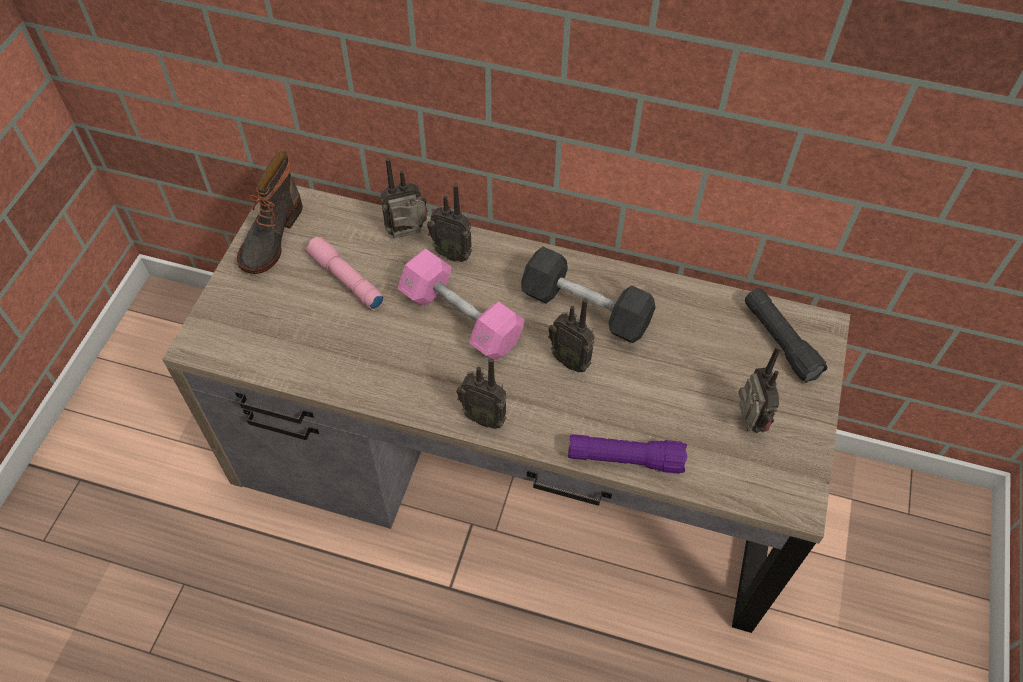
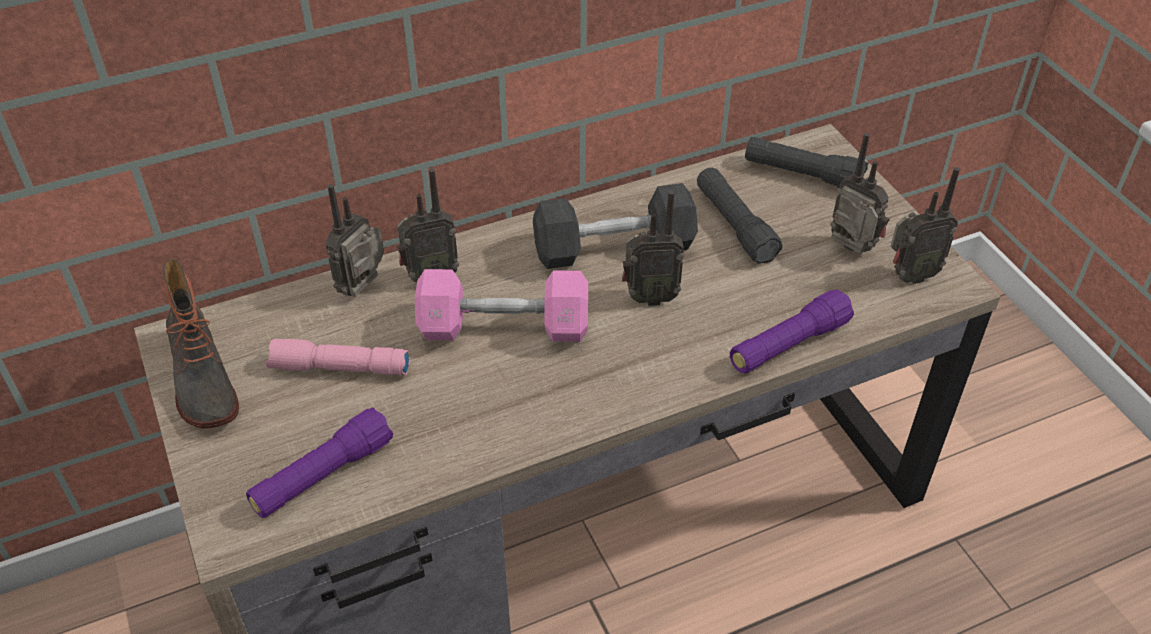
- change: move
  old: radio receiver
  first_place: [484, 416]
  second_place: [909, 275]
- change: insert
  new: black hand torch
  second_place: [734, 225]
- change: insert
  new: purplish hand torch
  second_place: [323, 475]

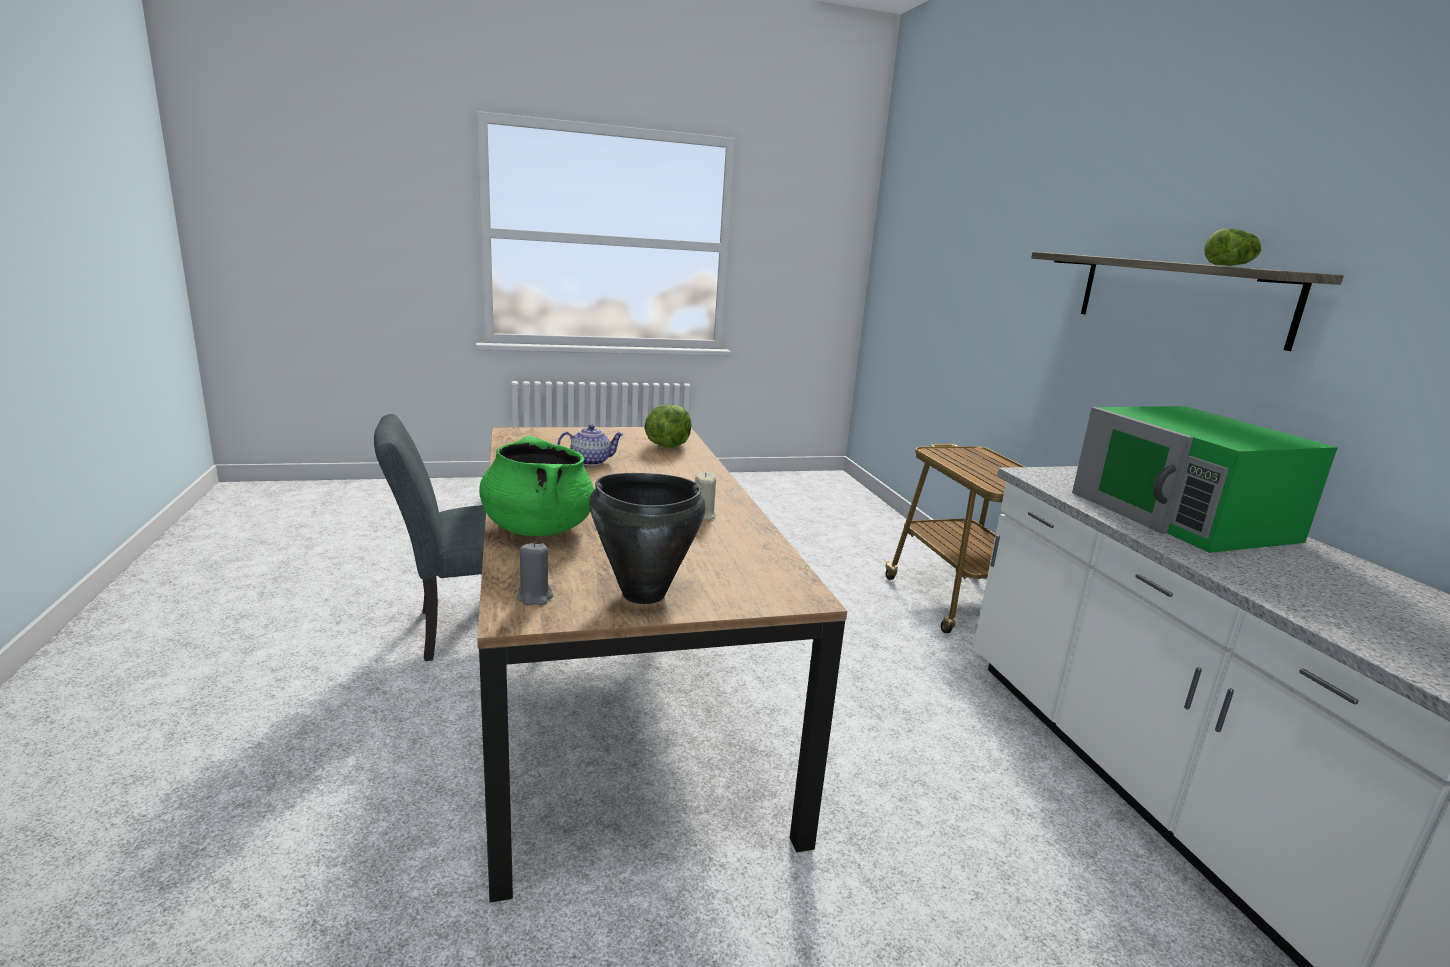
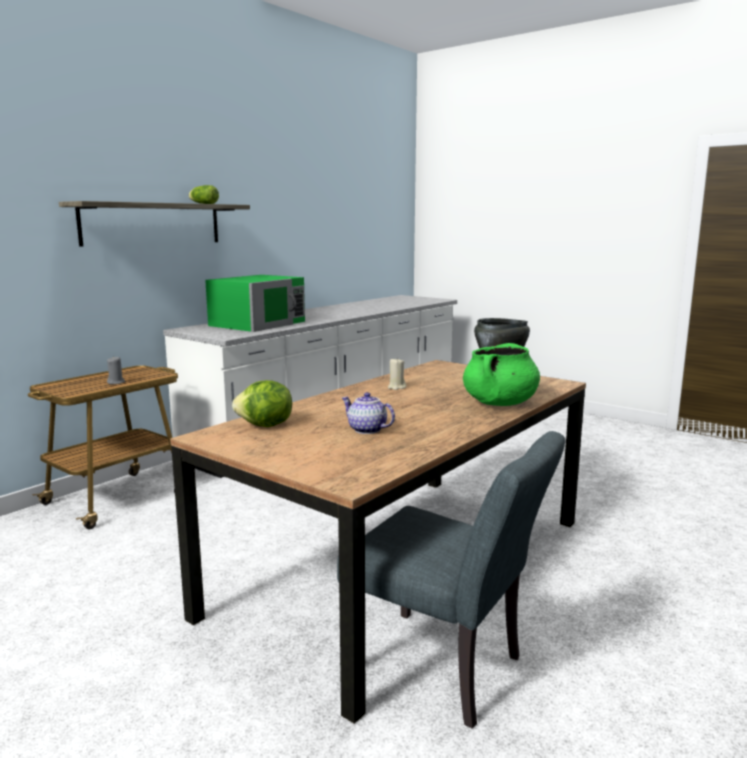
- change: move
  old: grey candle
  first_place: [535, 597]
  second_place: [116, 382]

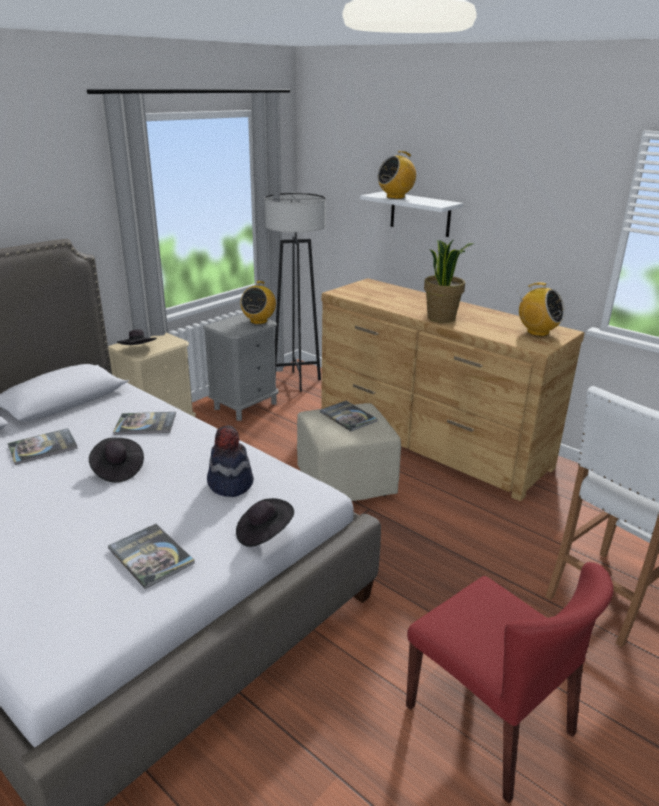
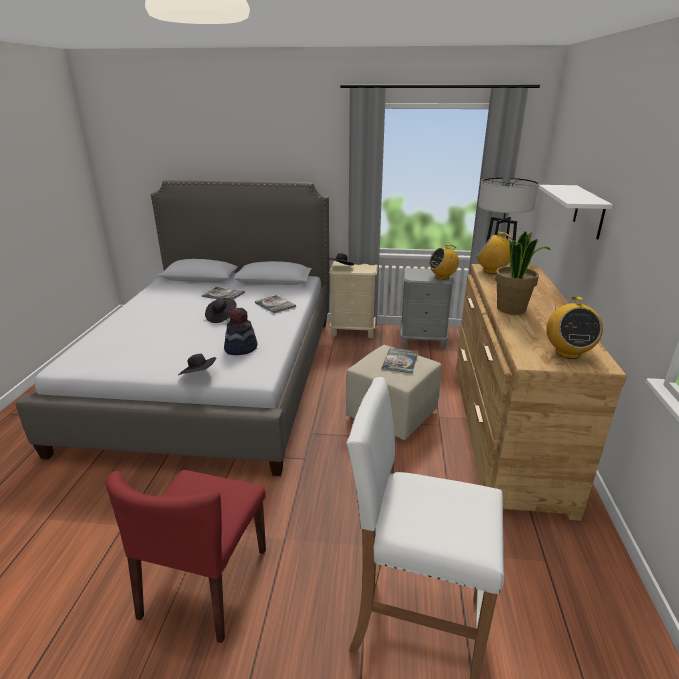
- change: move
  old: radio receiver
  first_place: [395, 197]
  second_place: [492, 271]
- change: delete
  old: bound book
  first_place: [151, 556]

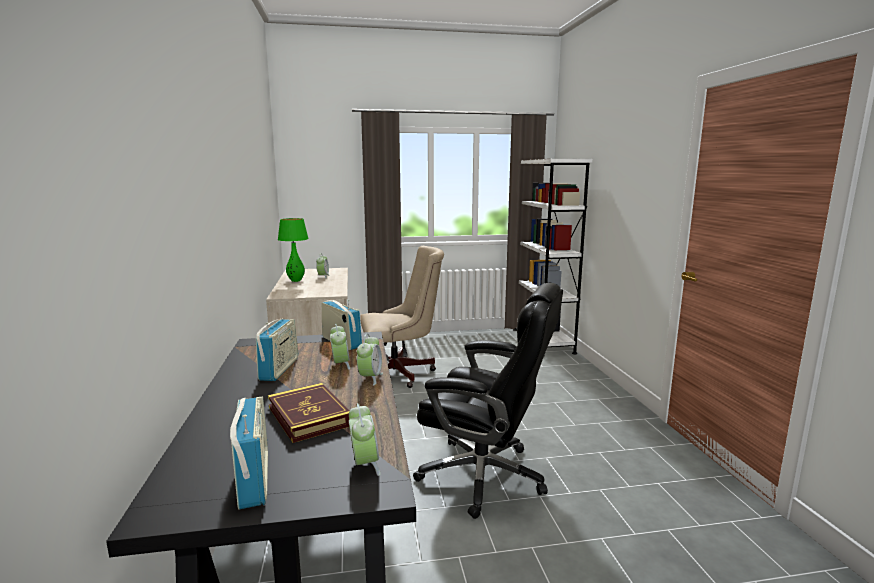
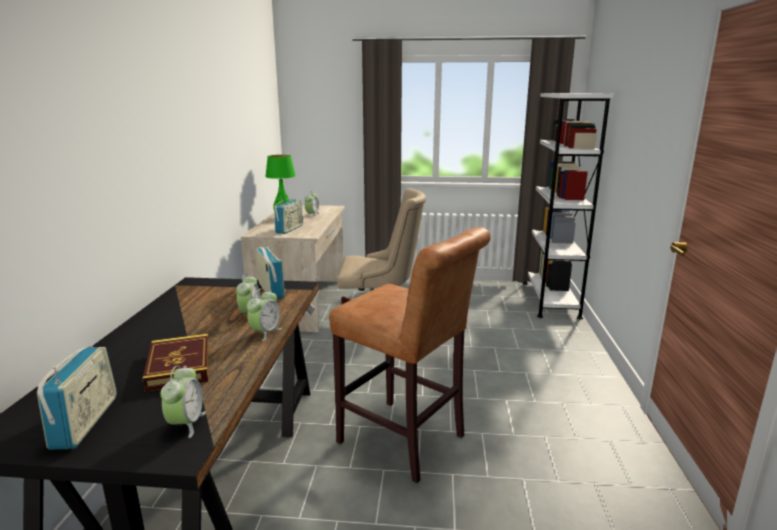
- change: replace
  old: black desk chair
  new: brown-coloured stool
  first_place: [485, 476]
  second_place: [406, 442]
- change: move
  old: radio receiver
  first_place: [279, 369]
  second_place: [289, 229]

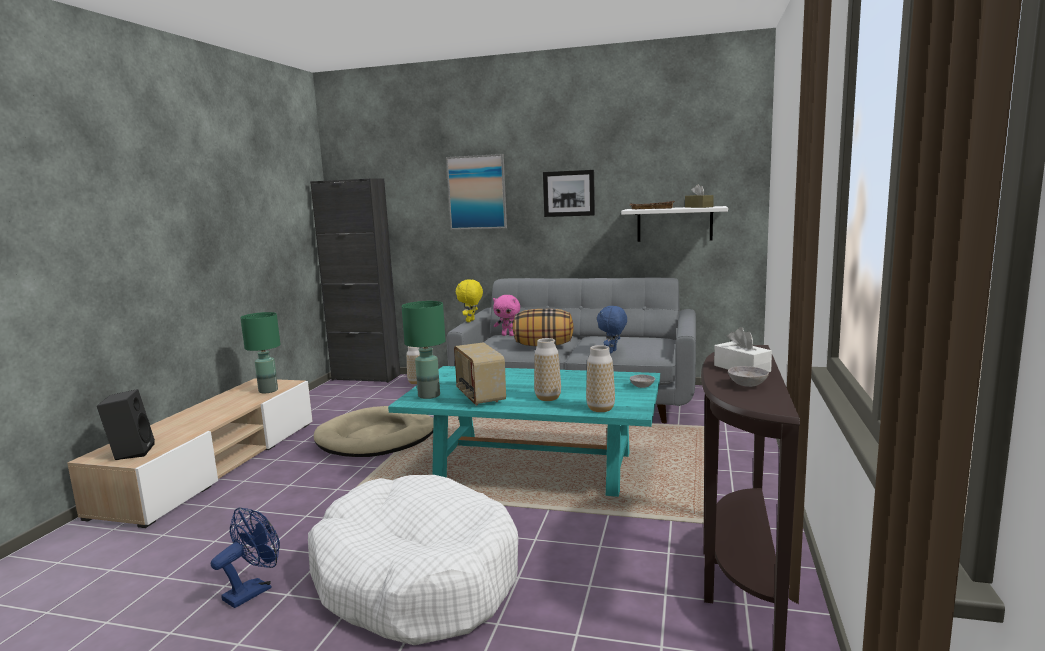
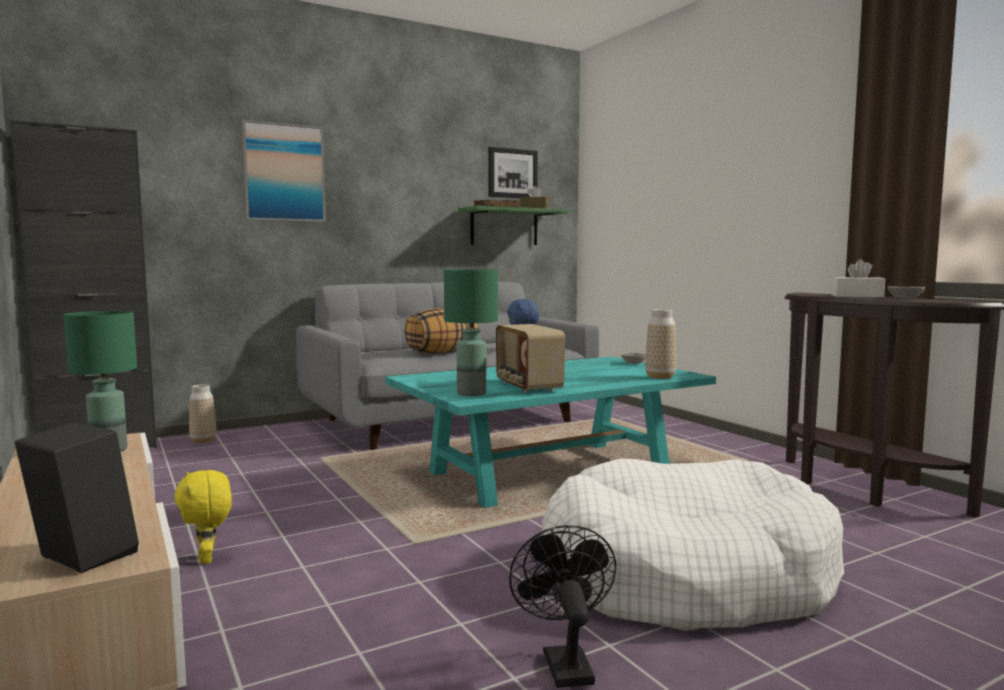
- change: move
  old: wall art
  first_place: [569, 193]
  second_place: [512, 173]
- change: recolor
  old: whitish wall shelf
  new: greenish wall shelf
  first_place: [674, 224]
  second_place: [504, 227]
- change: move
  old: yellowish cuddly toy
  first_place: [471, 321]
  second_place: [208, 559]
- change: delete
  old: pinkish cuddly toy
  first_place: [508, 335]
- change: delete
  old: flower vase
  first_place: [548, 398]
- change: rotate
  old: radio receiver
  first_place: [479, 396]
  second_place: [527, 386]
  degrees: 45
- change: delete
  old: sand-coloured pet bed
  first_place: [377, 437]
- change: recolor
  old: bluish electric fan
  new: black electric fan
  first_place: [253, 590]
  second_place: [564, 662]

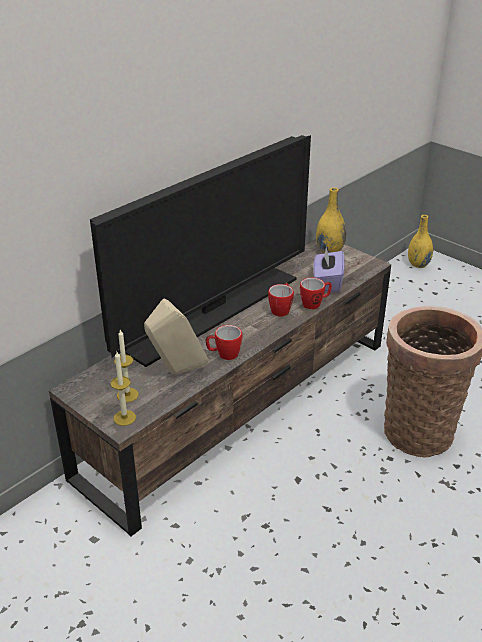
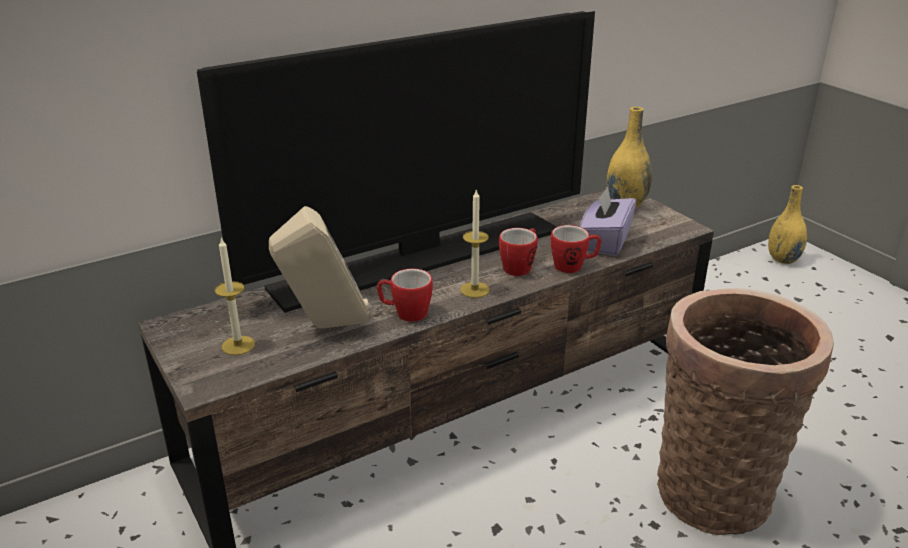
- change: move
  old: candle
  first_place: [124, 418]
  second_place: [474, 290]

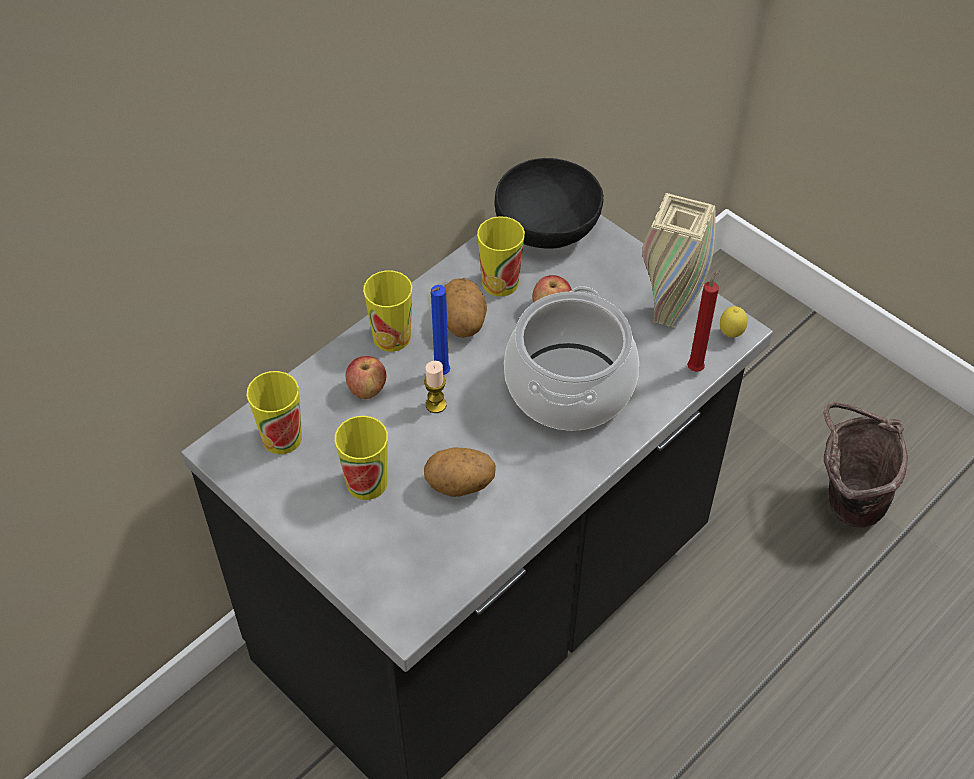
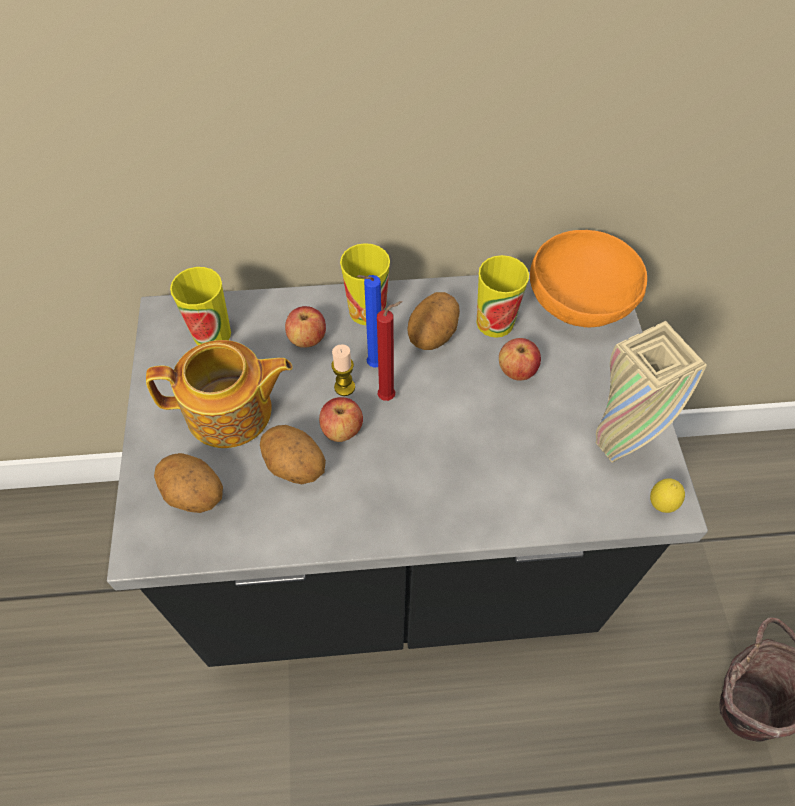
- change: recolor
  old: black bowl
  new: orange-coloured bowl
  first_place: [548, 226]
  second_place: [581, 301]
- change: move
  old: red candle
  first_place: [696, 367]
  second_place: [389, 396]
- change: delete
  old: stockpot
  first_place: [568, 386]
- change: replace
  old: drinking cup
  new: pot for tea
  first_place: [367, 482]
  second_place: [231, 412]
- change: insert
  new: whole apple
  second_place: [342, 430]
- change: insert
  new: whole potato
  second_place: [193, 495]

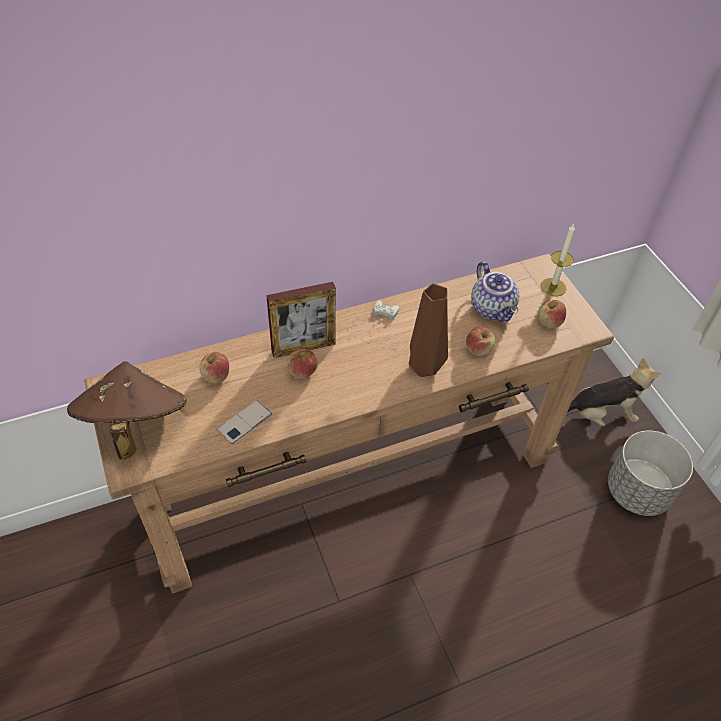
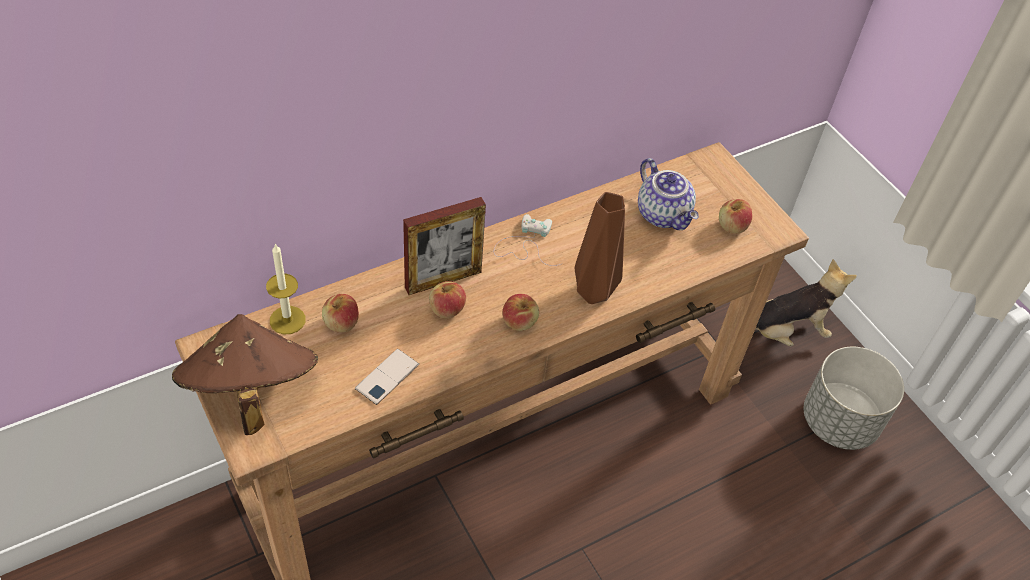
- change: move
  old: candle
  first_place: [553, 287]
  second_place: [287, 320]
- change: move
  old: whole apple
  first_place: [478, 349]
  second_place: [519, 321]

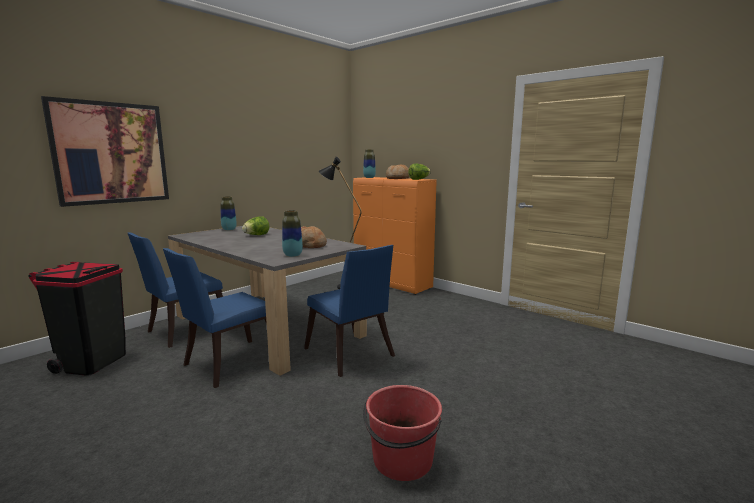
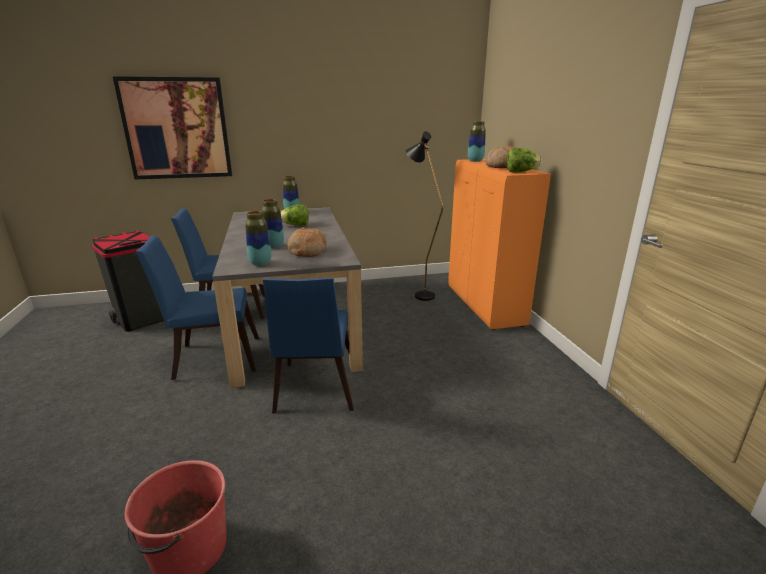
- change: insert
  new: flower vase
  second_place: [274, 246]

